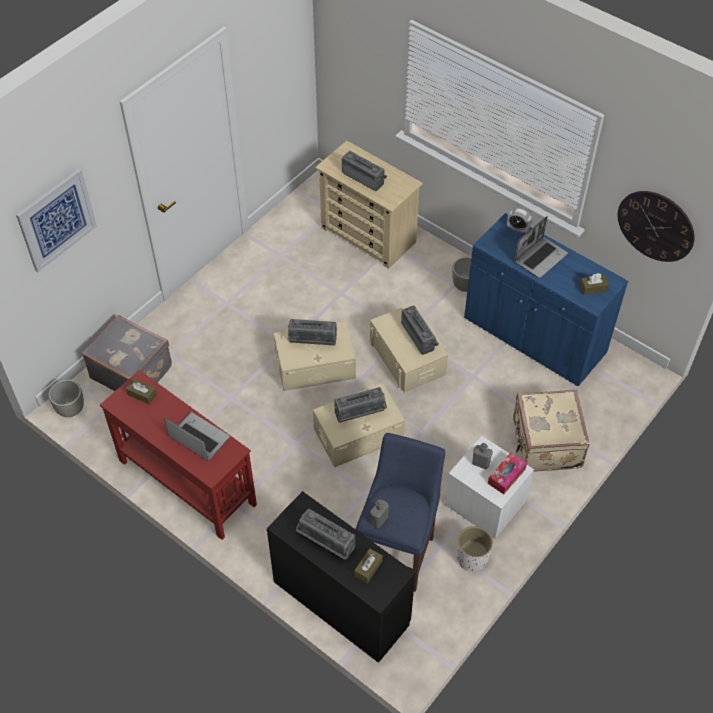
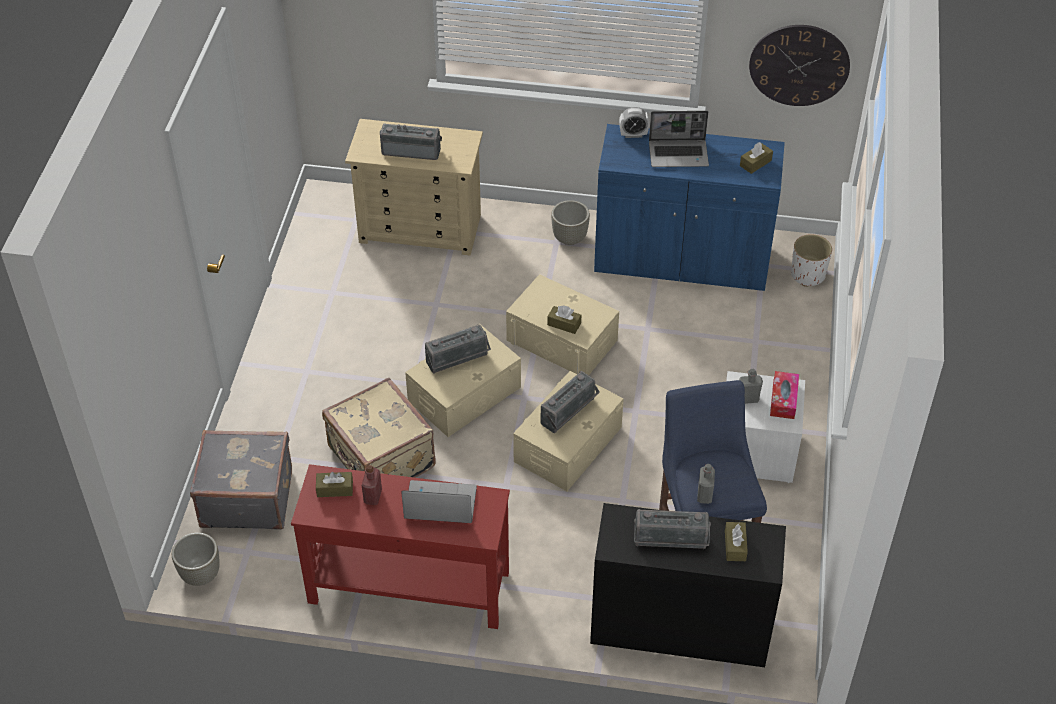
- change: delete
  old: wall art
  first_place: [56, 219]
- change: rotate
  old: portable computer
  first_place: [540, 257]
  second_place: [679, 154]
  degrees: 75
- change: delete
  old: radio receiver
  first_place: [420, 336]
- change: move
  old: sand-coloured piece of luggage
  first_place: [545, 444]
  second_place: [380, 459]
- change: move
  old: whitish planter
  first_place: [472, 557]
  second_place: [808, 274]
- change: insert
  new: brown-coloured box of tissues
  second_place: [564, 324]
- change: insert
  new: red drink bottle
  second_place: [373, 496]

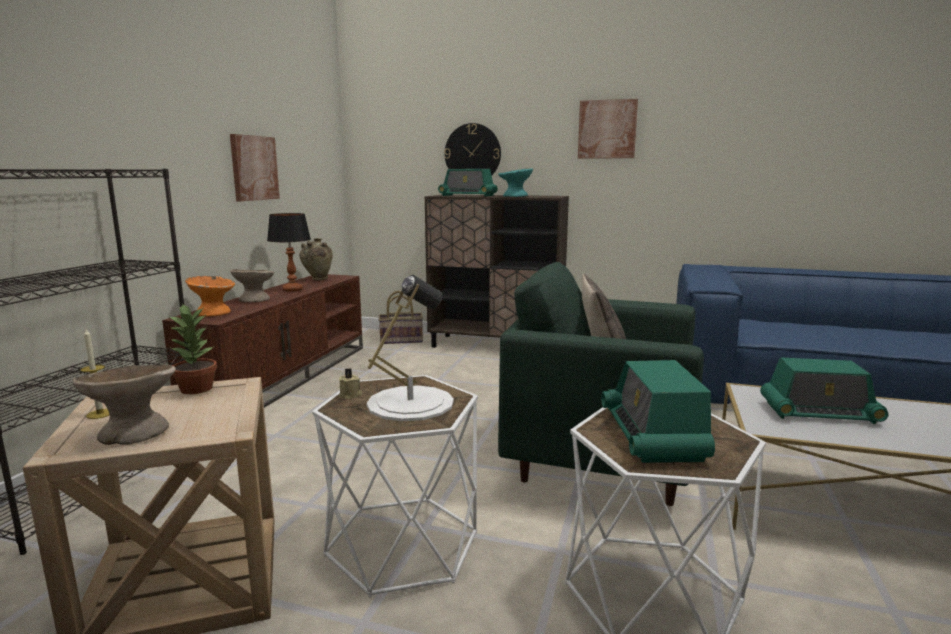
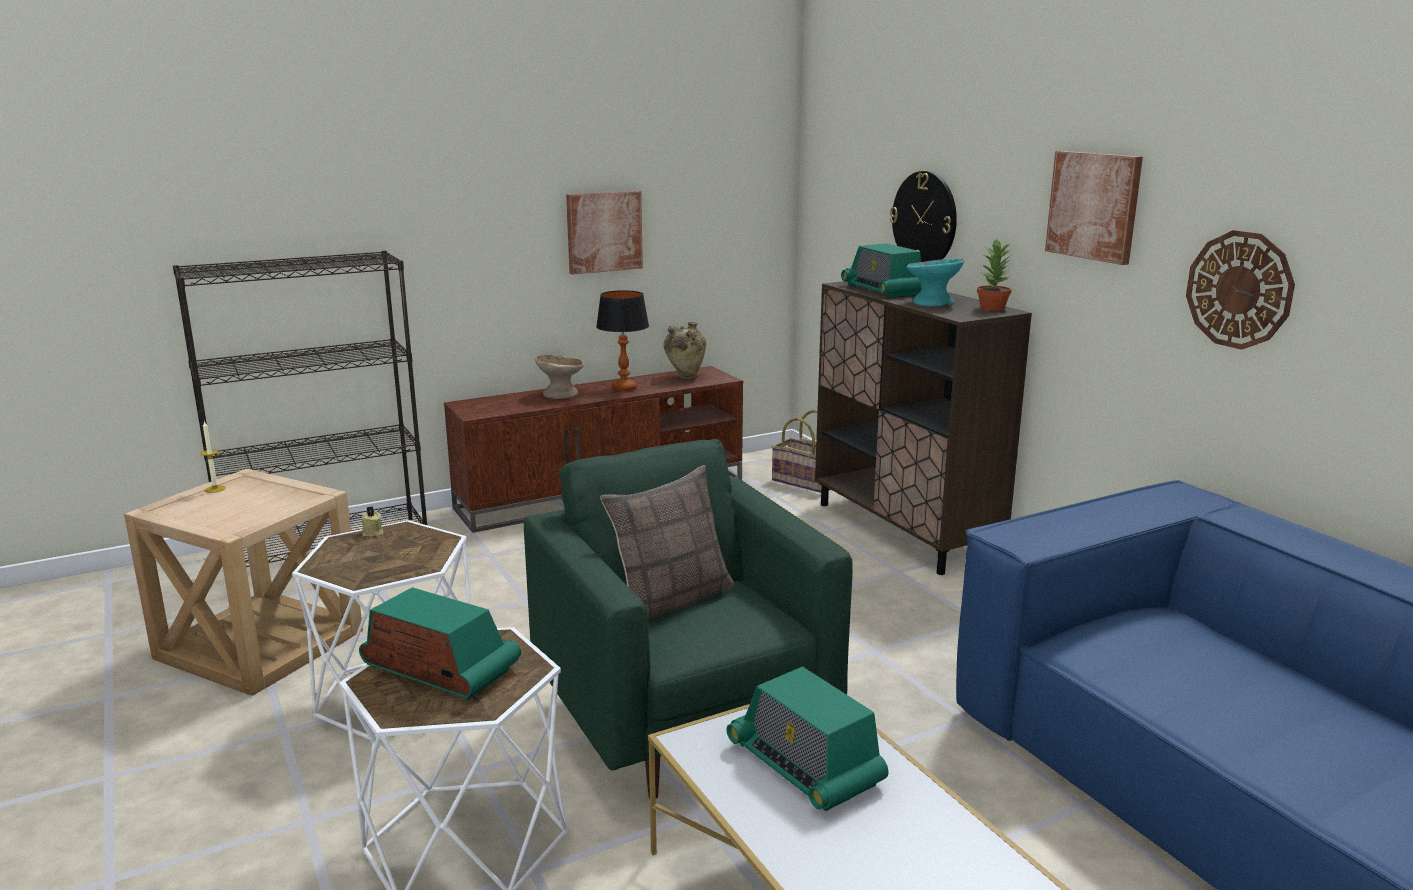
- change: delete
  old: whitish lamp for a table
  first_place: [410, 403]
- change: delete
  old: orange-coloured bowl
  first_place: [213, 313]
- change: move
  old: plant in a pot
  first_place: [197, 388]
  second_place: [993, 308]
- change: rotate
  old: radio receiver
  first_place: [652, 435]
  second_place: [440, 669]
  degrees: 75
- change: delete
  old: sand-coloured bowl
  first_place: [134, 432]
- change: insert
  new: hanging clock
  second_place: [1239, 289]

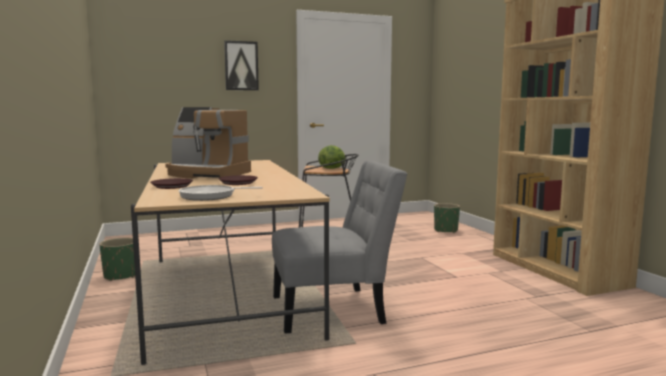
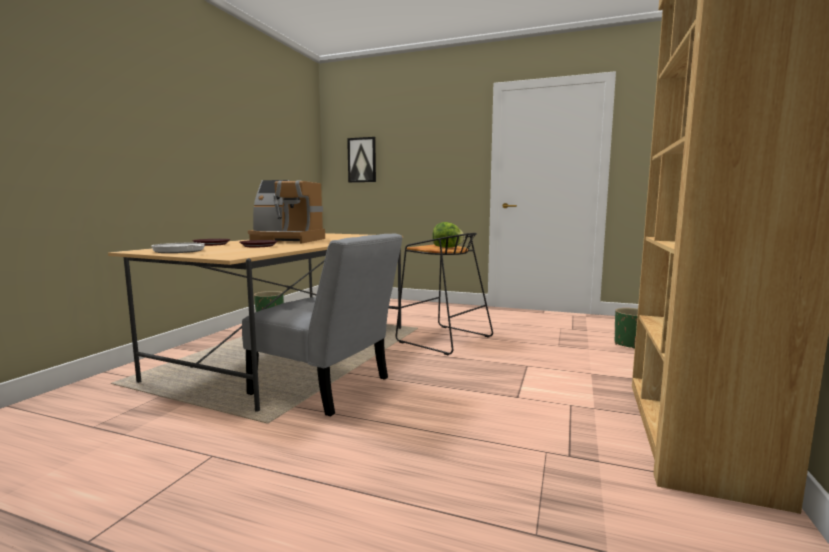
- change: move
  old: wall art
  first_place: [241, 66]
  second_place: [362, 160]
- change: rotate
  old: coffee brewer
  first_place: [207, 174]
  second_place: [286, 240]
  degrees: -45

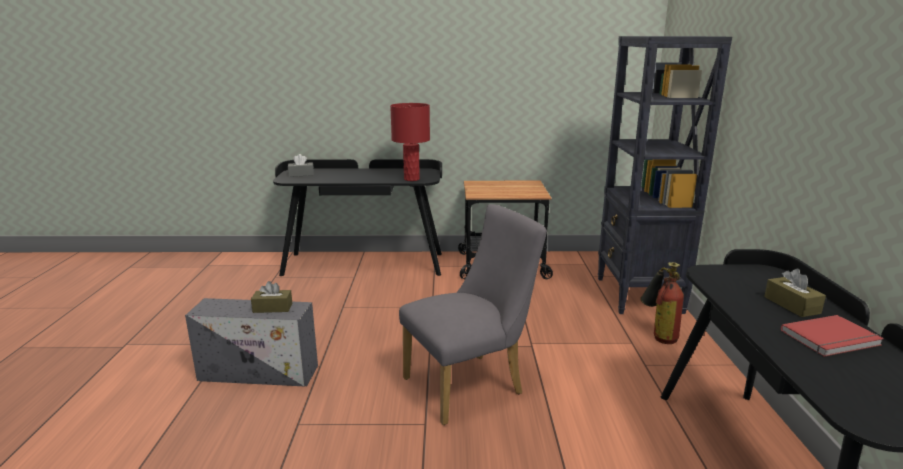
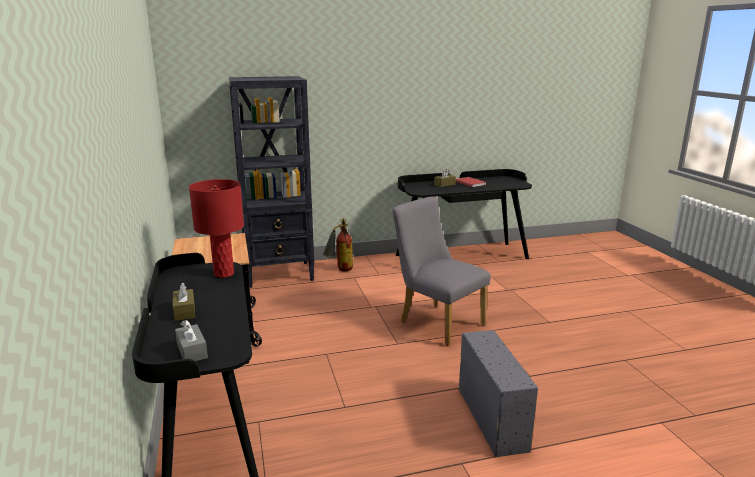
- change: move
  old: brown-coloured box of tissues
  first_place: [272, 308]
  second_place: [184, 311]

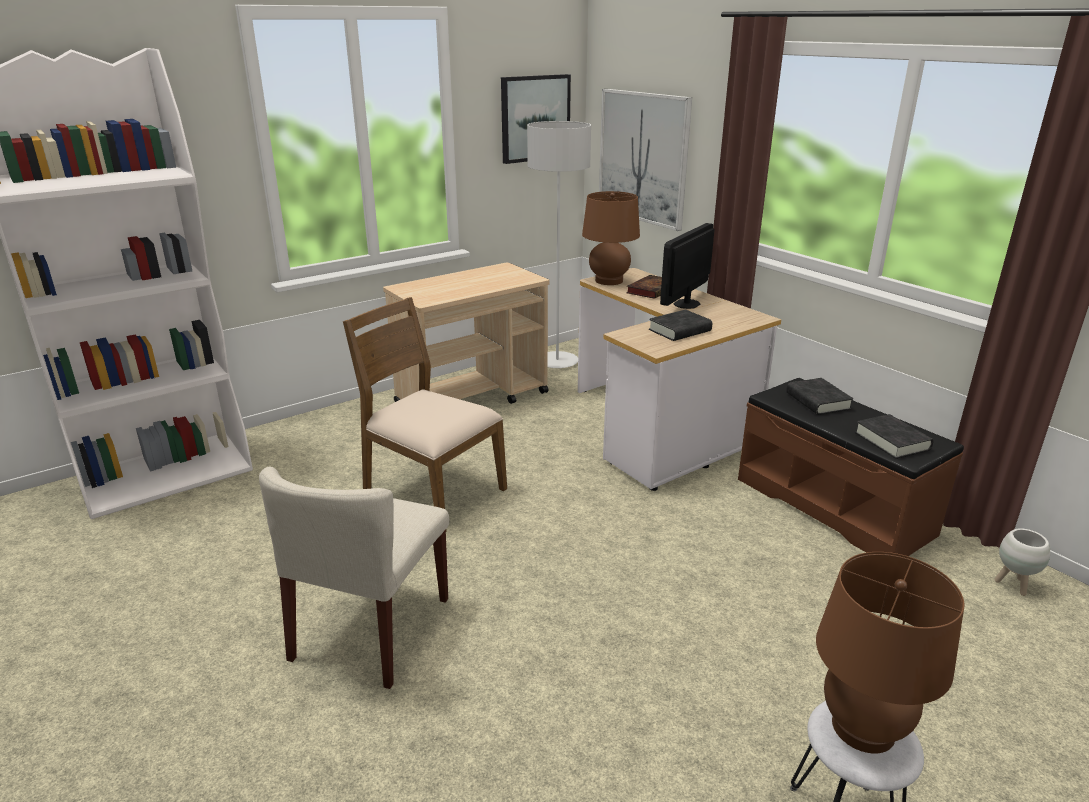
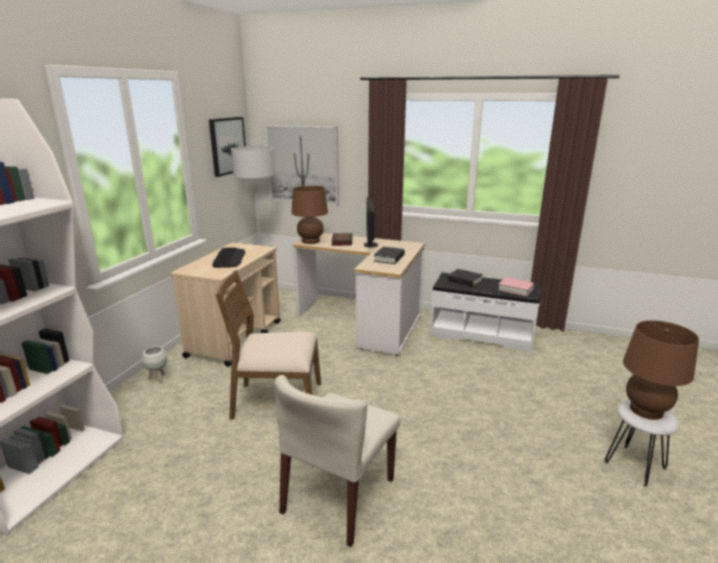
- change: recolor
  old: brown-coloured long seat
  new: whitish long seat
  first_place: [833, 505]
  second_place: [481, 334]
- change: recolor
  old: black bound book
  new: pinkish bound book
  first_place: [892, 441]
  second_place: [515, 289]
- change: rotate
  old: sand-coloured plain chair
  first_place: [371, 629]
  second_place: [339, 496]
  degrees: 45
- change: move
  old: whitish planter
  first_place: [1012, 585]
  second_place: [158, 378]
- change: insert
  new: PC keyboard
  second_place: [229, 258]

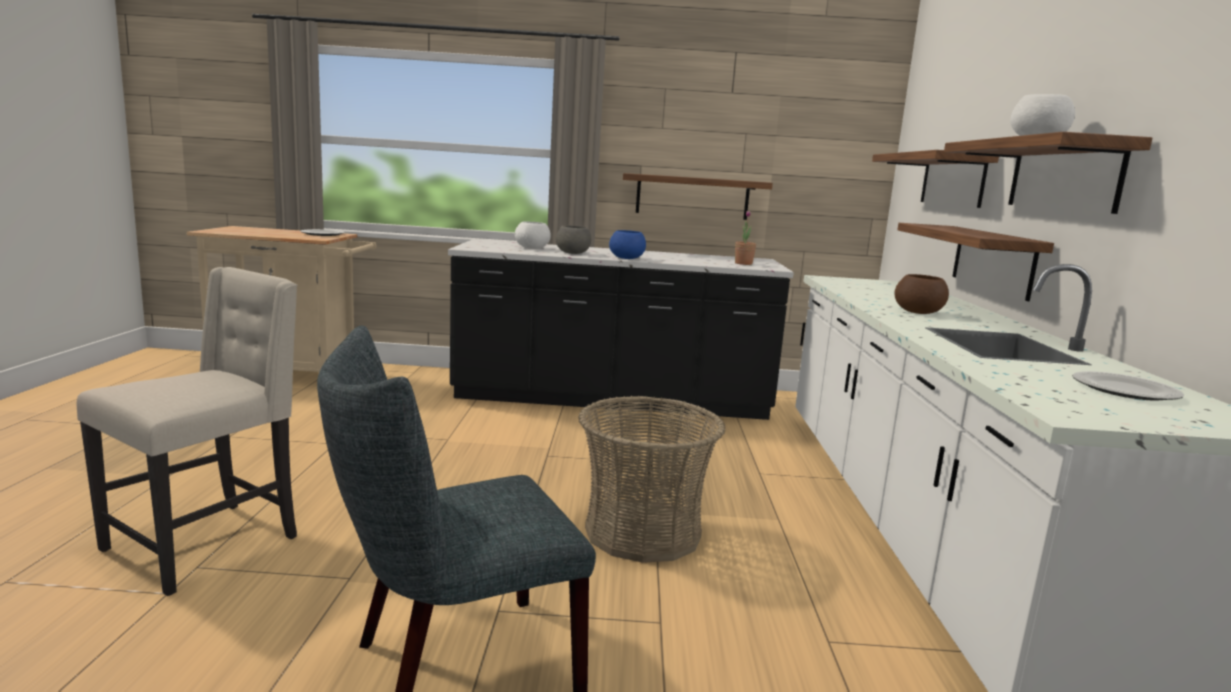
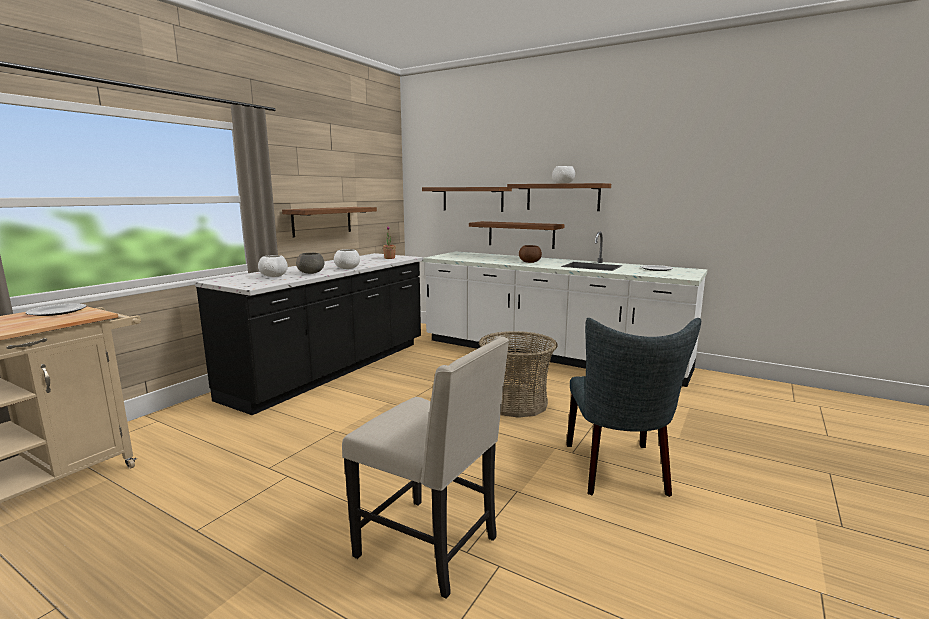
- change: recolor
  old: bluish bowl
  new: whitish bowl
  first_place: [627, 258]
  second_place: [348, 268]
- change: rotate
  old: sand-coloured plain chair
  first_place: [206, 543]
  second_place: [431, 547]
  degrees: 150

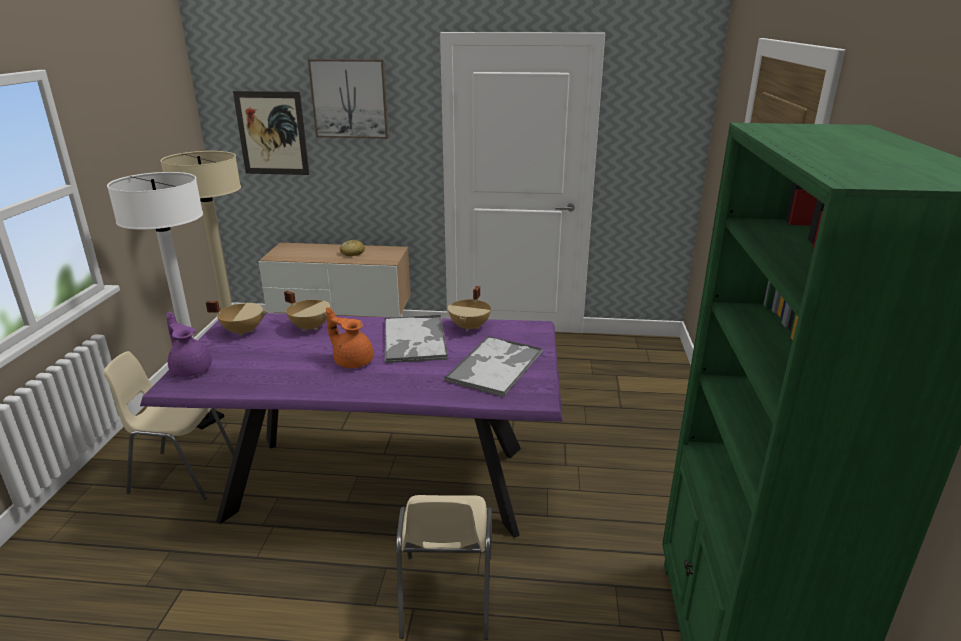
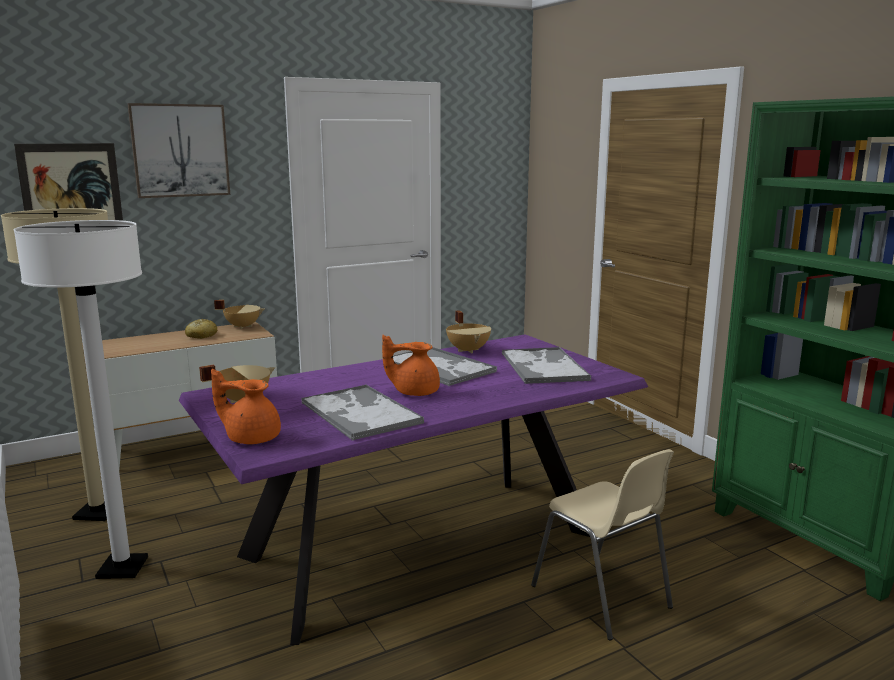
- change: move
  old: sand-coloured stockpot
  first_place: [311, 327]
  second_place: [242, 326]
- change: recolor
  old: purplish pot for tea
  new: orange-coloured pot for tea
  first_place: [191, 369]
  second_place: [251, 438]
- change: delete
  old: sand-coloured plain chair
  first_place: [182, 473]
- change: insert
  new: carrying tray
  second_place: [359, 413]

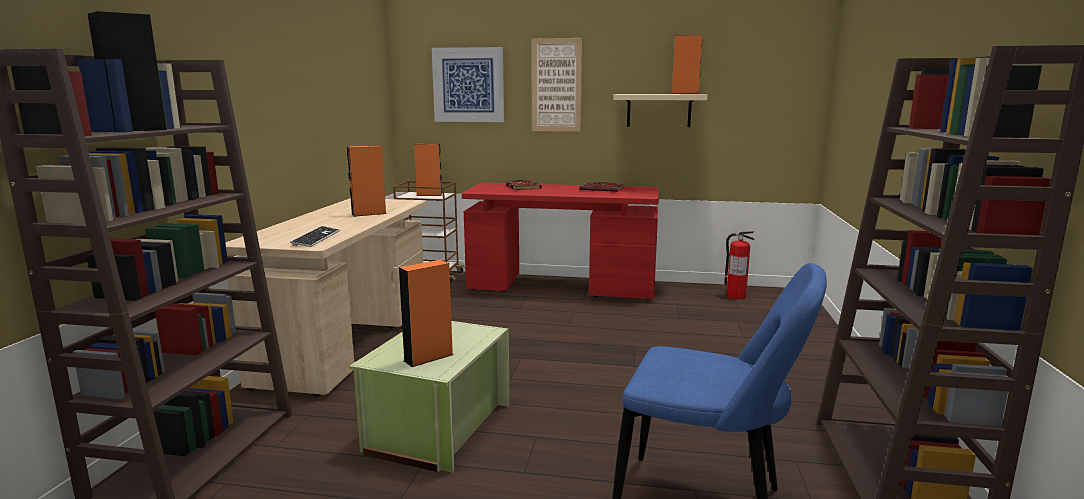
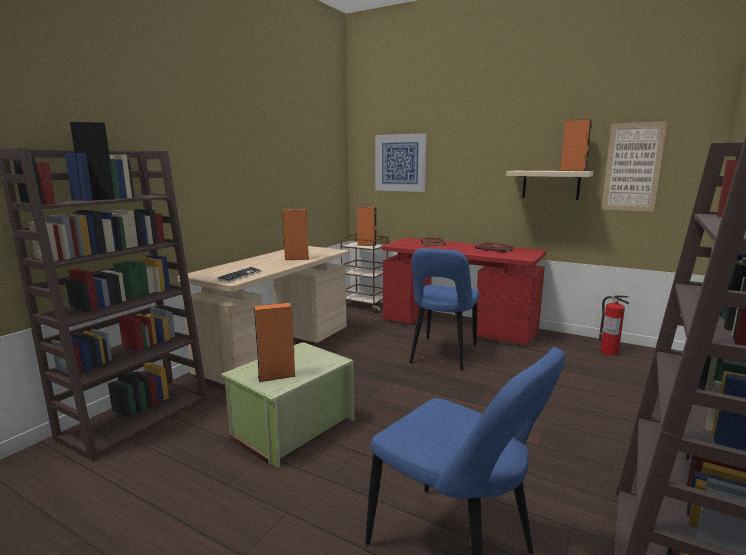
- change: move
  old: wall art
  first_place: [556, 85]
  second_place: [632, 167]
- change: insert
  new: bluish plain chair
  second_place: [442, 355]

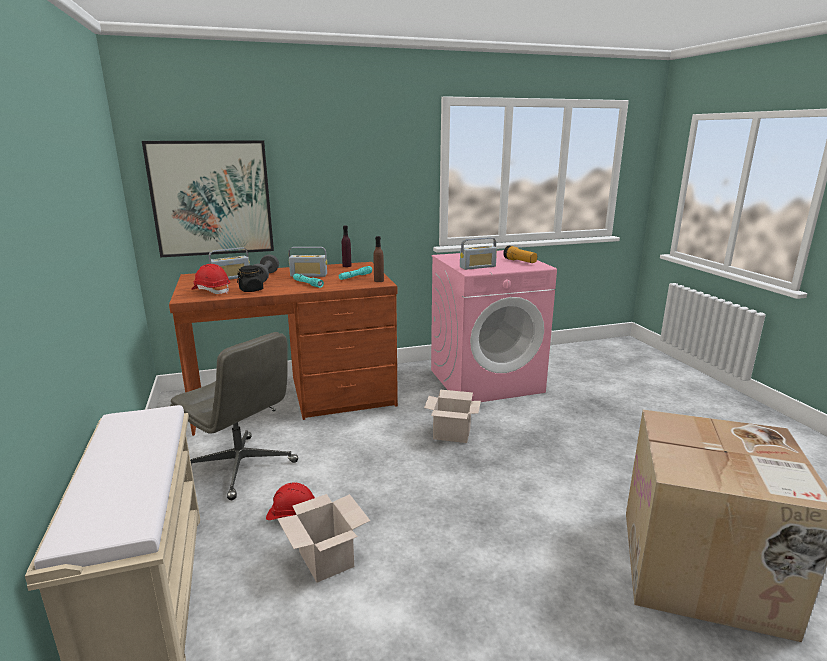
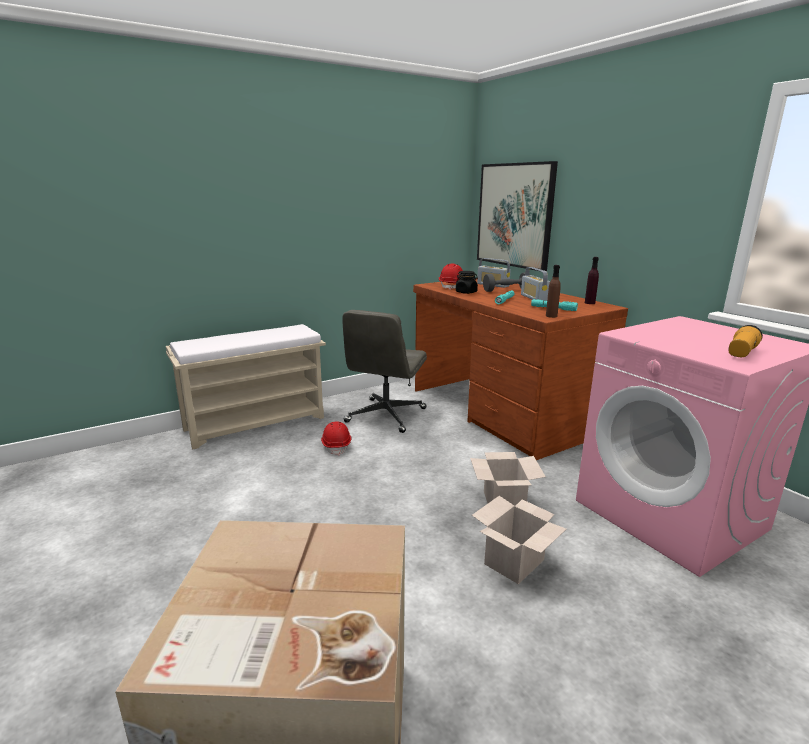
- change: delete
  old: radio receiver
  first_place: [477, 267]
- change: move
  old: cardboard box
  first_place: [327, 559]
  second_place: [514, 563]

